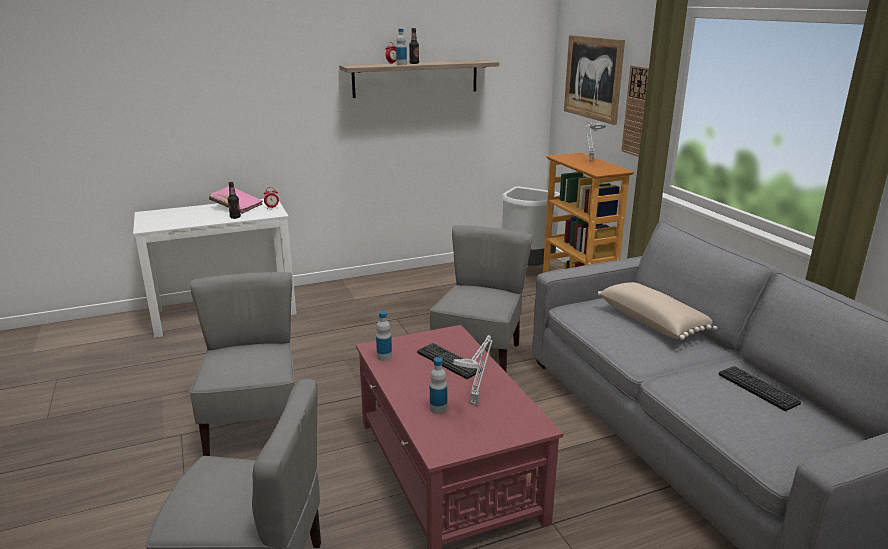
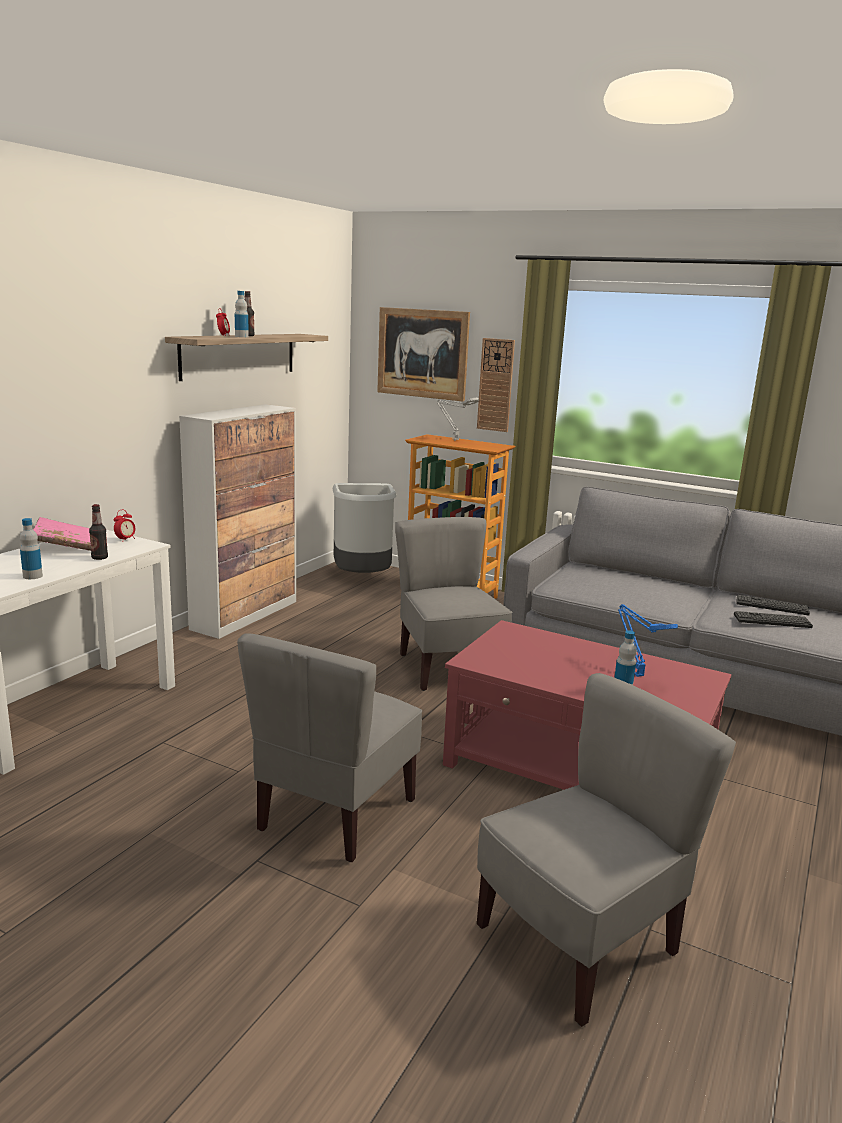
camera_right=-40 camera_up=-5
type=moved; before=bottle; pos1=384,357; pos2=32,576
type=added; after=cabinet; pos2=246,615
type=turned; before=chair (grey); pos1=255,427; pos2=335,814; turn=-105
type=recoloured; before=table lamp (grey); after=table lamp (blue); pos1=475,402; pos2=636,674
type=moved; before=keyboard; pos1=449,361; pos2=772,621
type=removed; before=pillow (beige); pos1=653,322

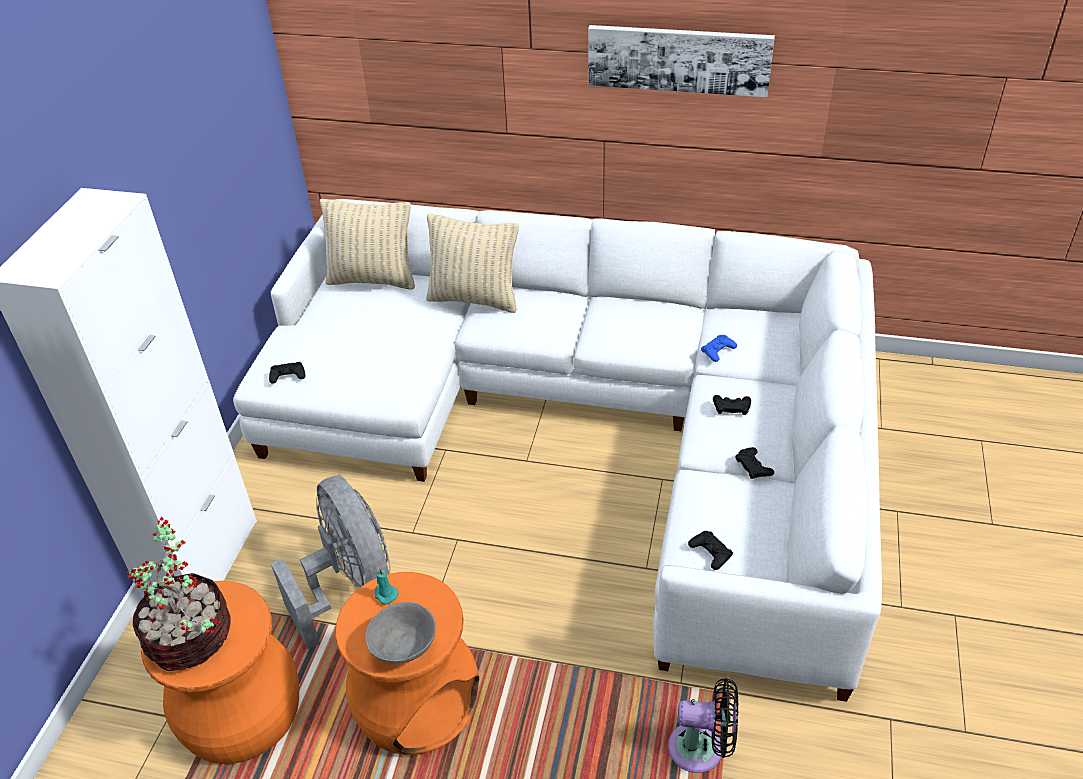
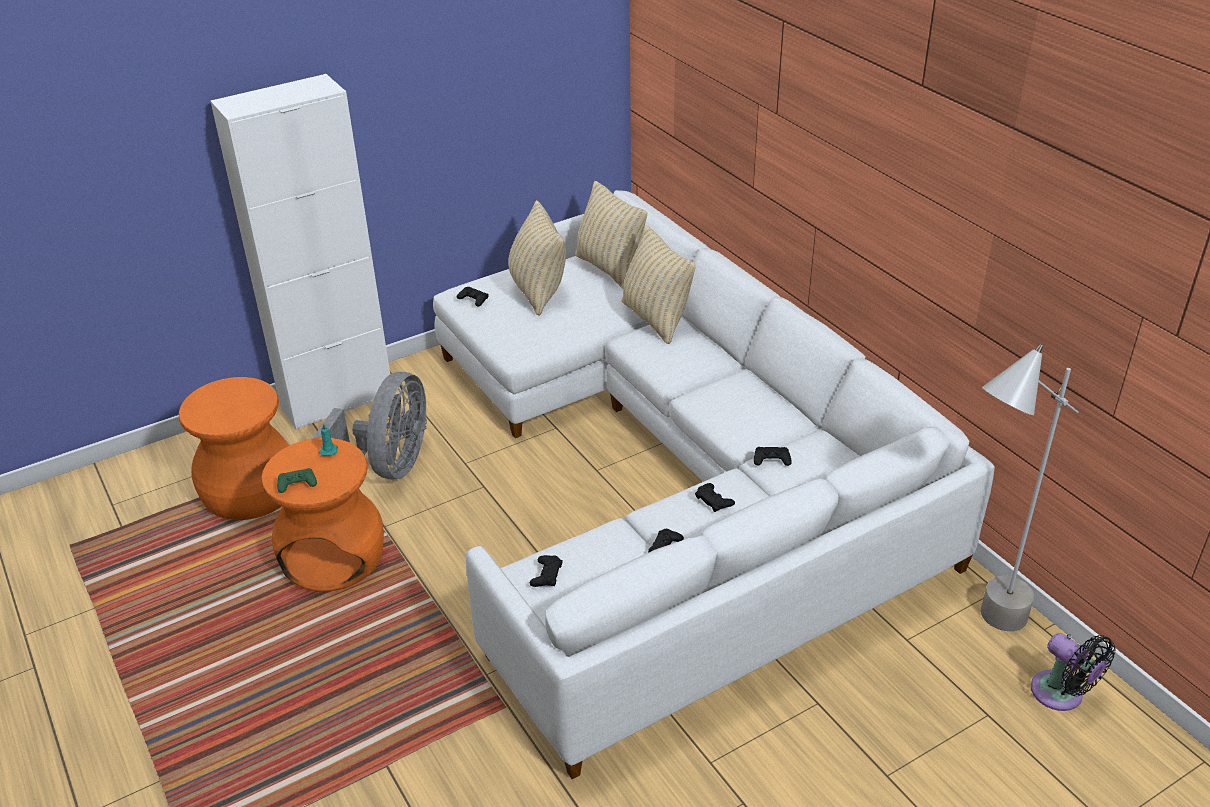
camera_right=45 camera_up=-5
type=replaced; before=bowl (grey); after=game controller (green); pos1=404,646; pos2=297,483
type=added; after=pillow (beige); pos2=538,291
type=recoloured; before=game controller (blue); after=game controller (black); pos1=718,351; pos2=771,459
type=added; after=floor lamp (grey); pos2=979,632
type=moved; before=fan (black); pos1=702,749; pos2=1061,695
type=removed; before=potted plant; pos1=192,638
type=removed; before=picture; pos1=679,59

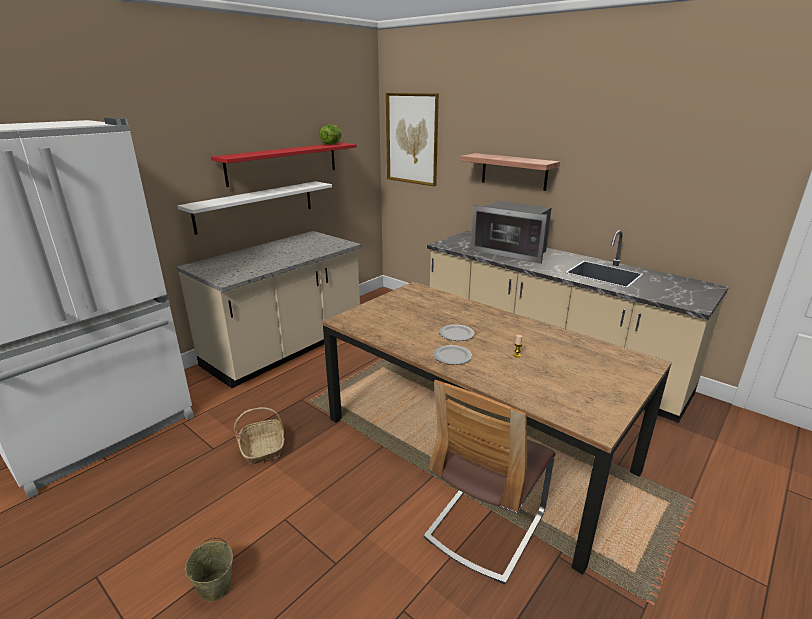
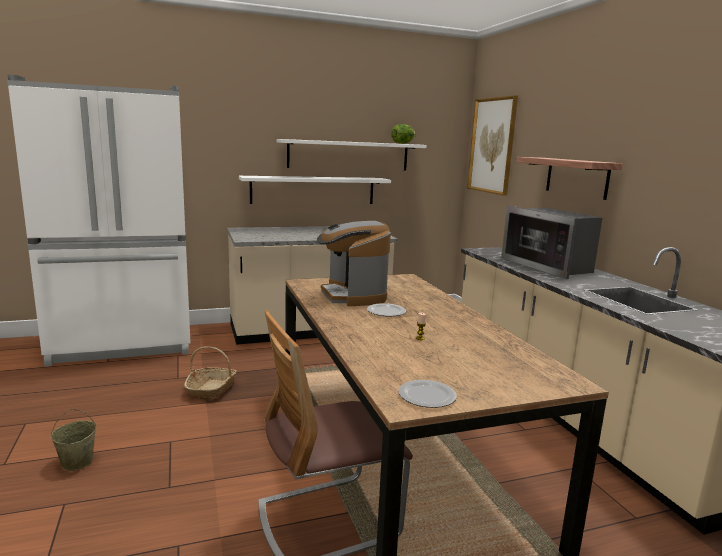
camera_right=30 camera_up=-10
type=recoloured; before=shelf (red); after=shelf (white); pos1=283,163; pos2=349,155
type=added; after=coffee machine; pos2=352,295
type=moved; before=plate; pos1=452,357; pos2=427,396

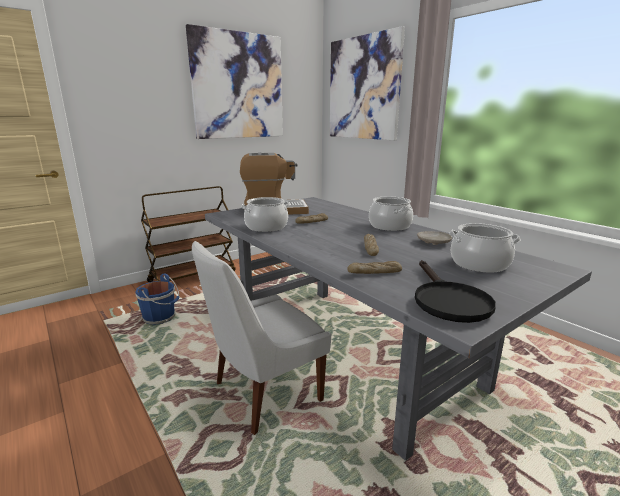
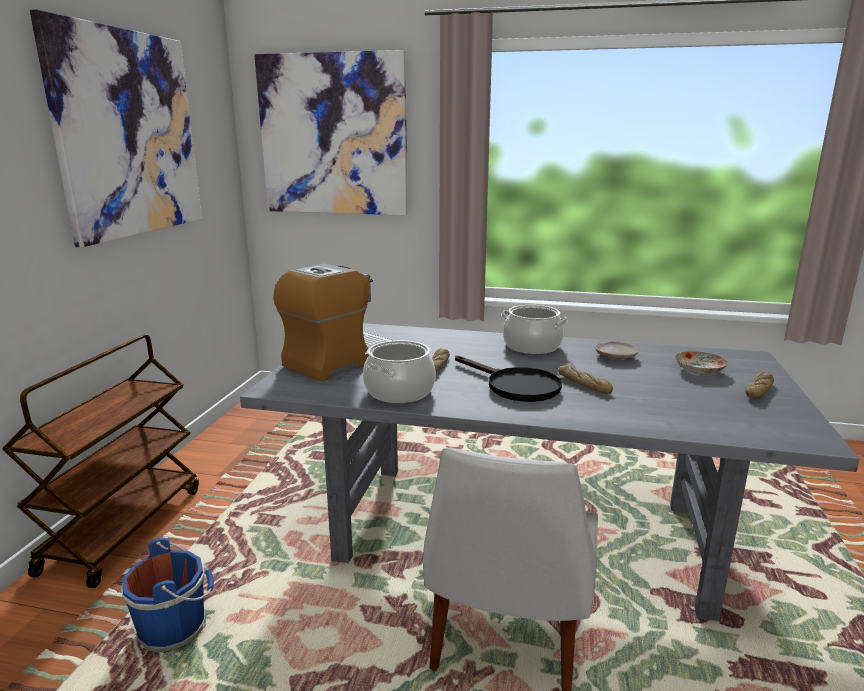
camera_right=-40 camera_up=0
type=moved; before=frying pan (black); pos1=447,300; pos2=515,386
type=replaced; before=cooking pot; after=plate; pos1=479,264; pos2=699,371
type=moved; before=bread; pos1=374,272; pos2=758,390

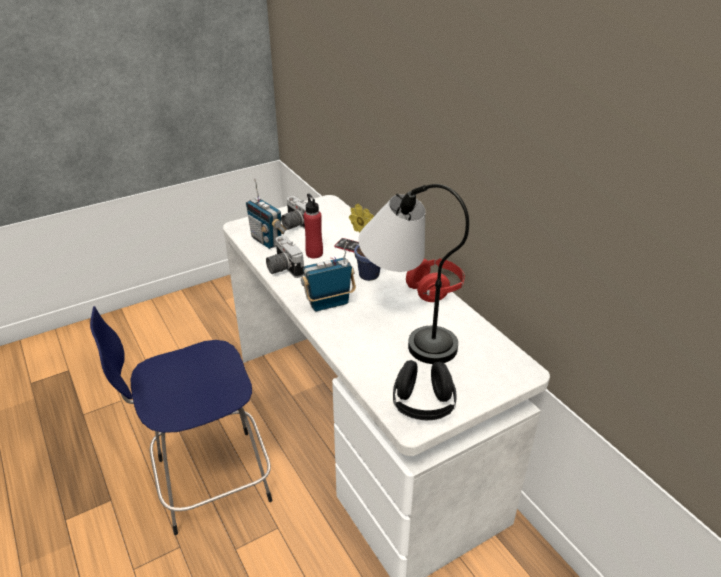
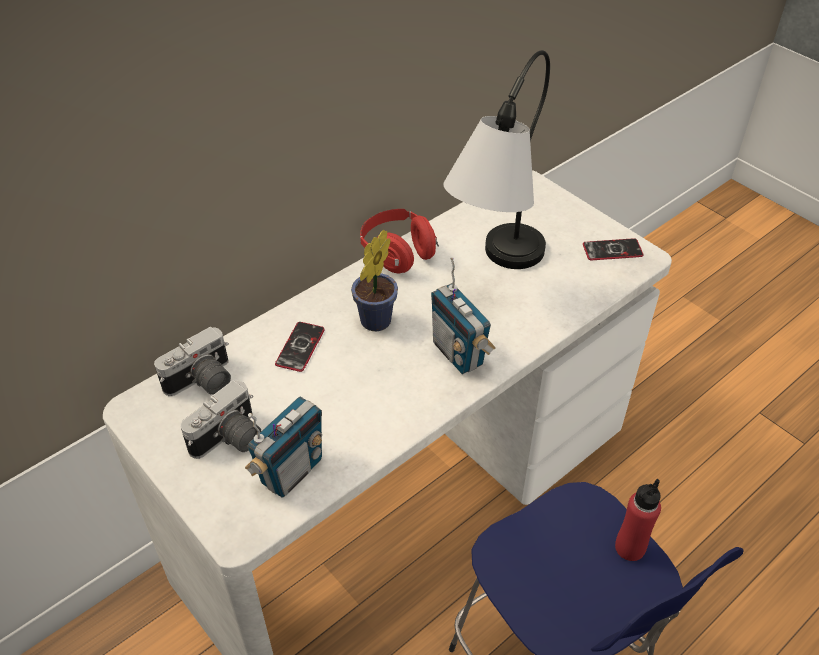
camera_right=-100 camera_up=10
type=moved; before=photo camera; pos1=282,268; pos2=202,382
type=replaced; before=headphones (black); after=phone; pos1=423,405; pos2=612,250
type=moved; before=bottle (red); pos1=314,253; pos2=629,547

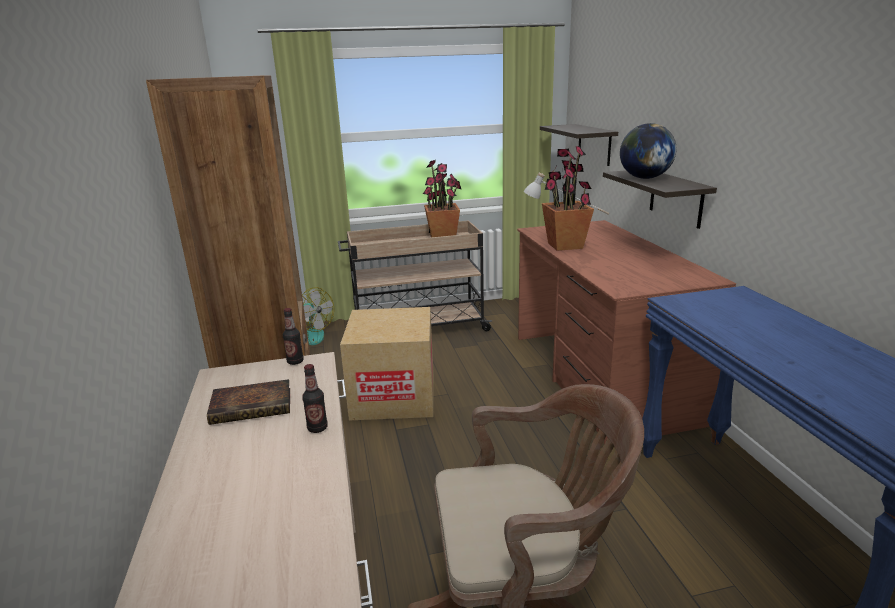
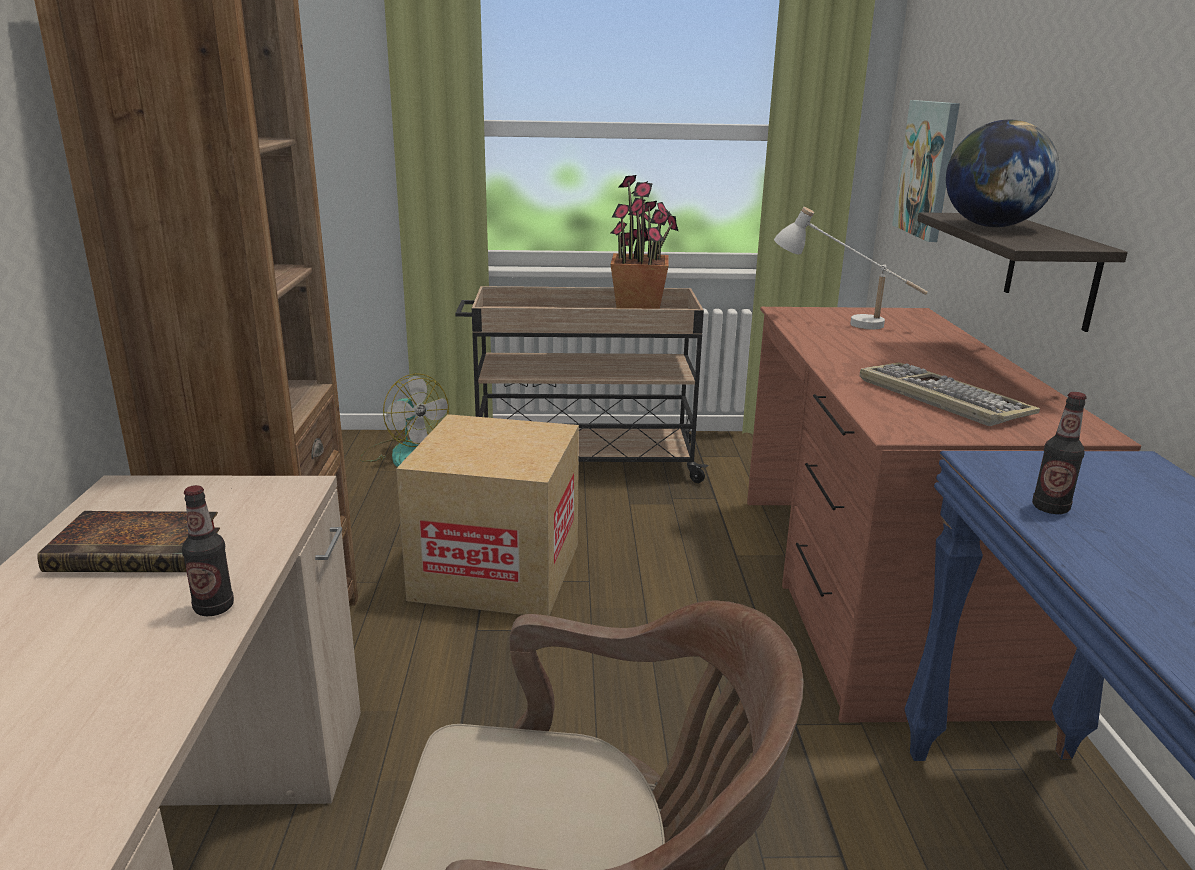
camera_right=10 camera_up=0
type=added; after=keyboard; pos2=939,397
type=replaced; before=shelf; after=picture; pos1=594,144; pos2=927,169
type=moved; before=bottle; pos1=295,361; pos2=1050,508
type=removed; before=potted plant; pos1=564,246

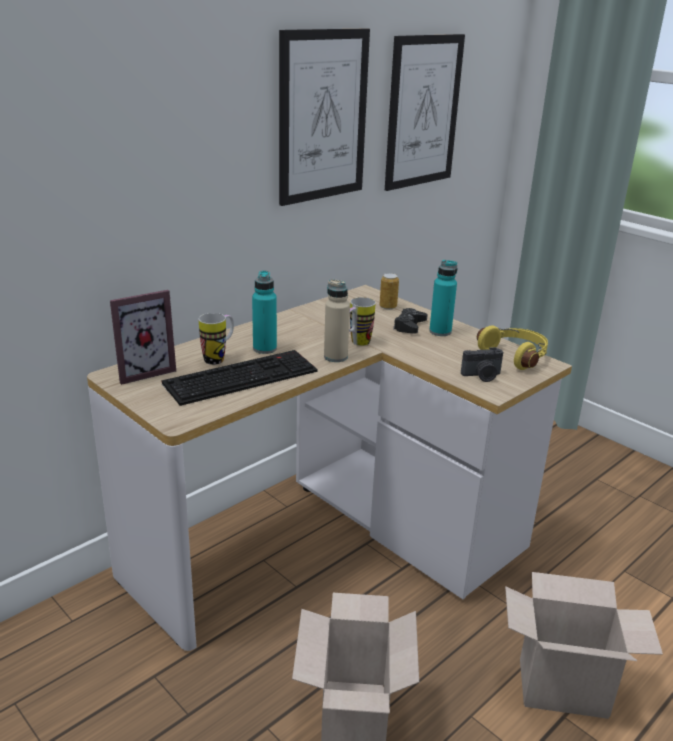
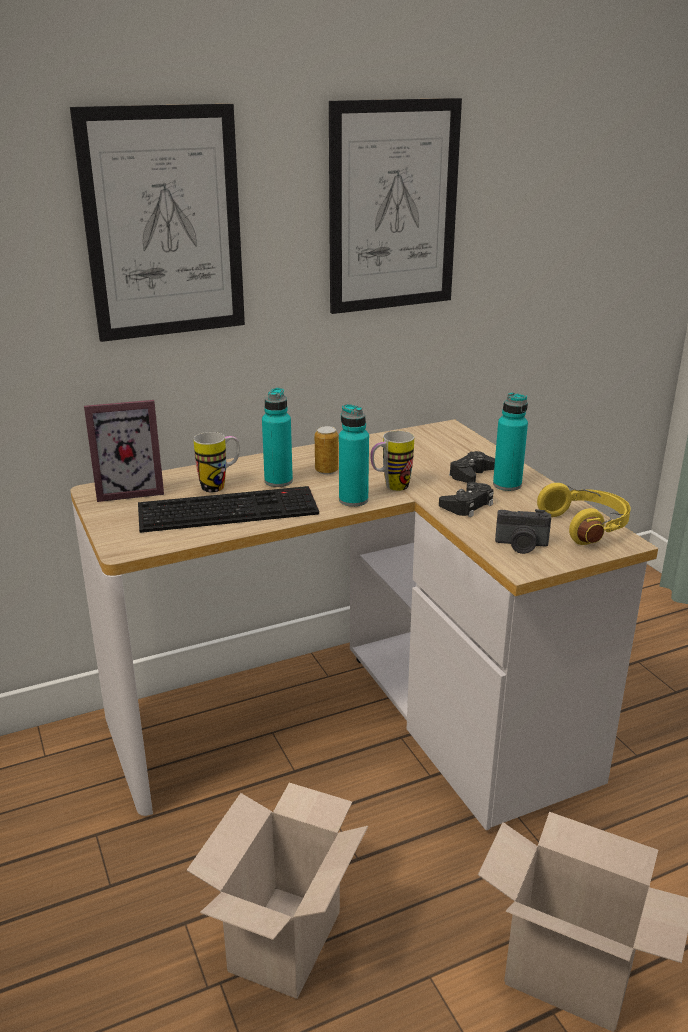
camera_right=20 camera_up=0
type=moved; before=picture; pos1=423,112; pos2=164,224
type=moved; before=can; pos1=388,307; pos2=326,470
type=recoloured; before=bottle (beige); after=bottle (turquoise); pos1=335,357; pos2=353,500
type=added; after=game controller (black); pos2=467,505

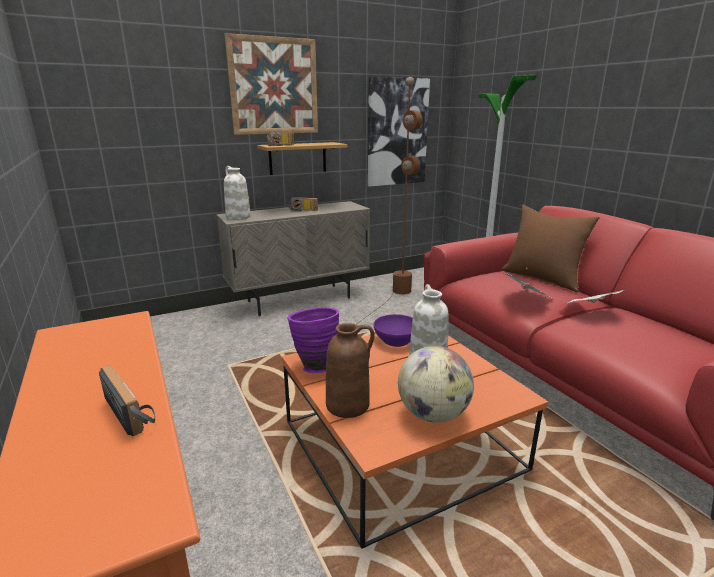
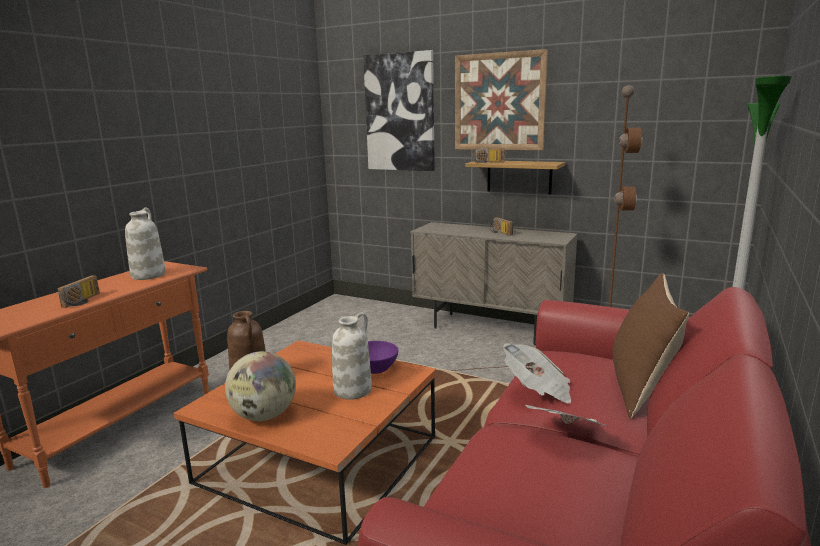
camera_right=55 camera_up=-5
type=moved; before=vase (white); pos1=237,217; pos2=148,275
type=moved; before=picture; pos1=397,132; pos2=400,113
type=removed; before=vase (purple); pos1=314,365

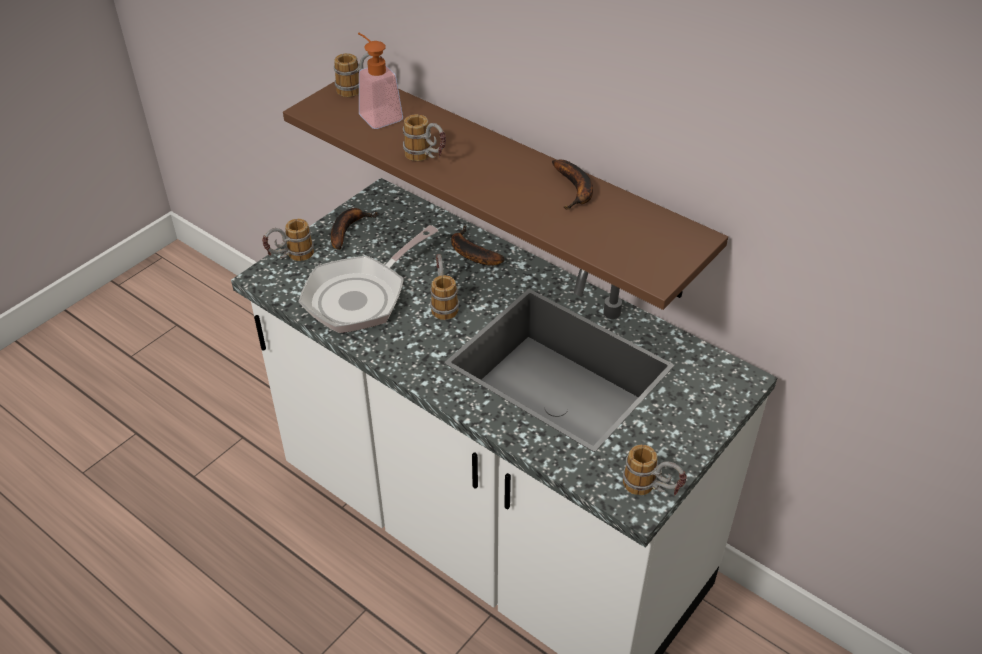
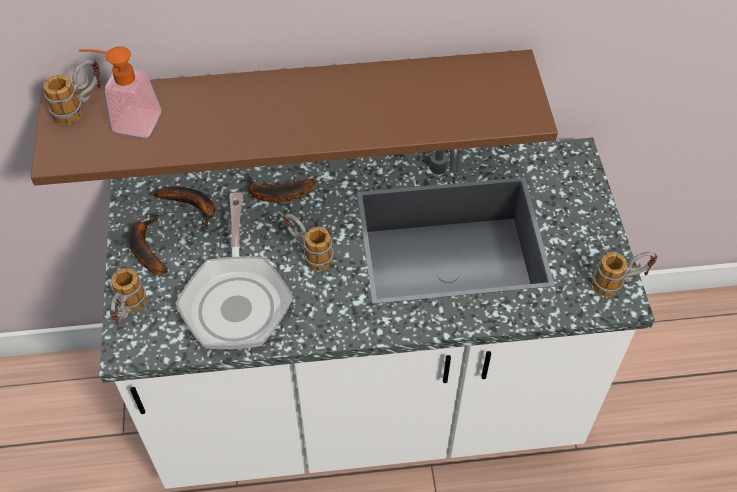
camera_right=-45 camera_up=10
type=moved; before=banana; pos1=575,190; pos2=193,206
type=removed; before=mug; pos1=427,159

